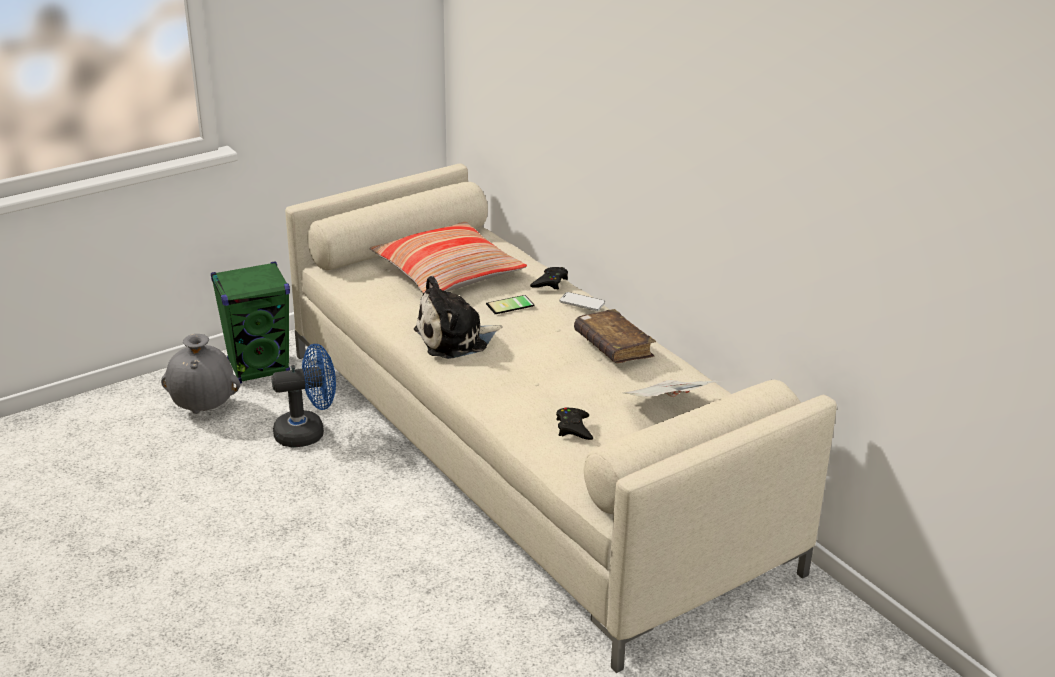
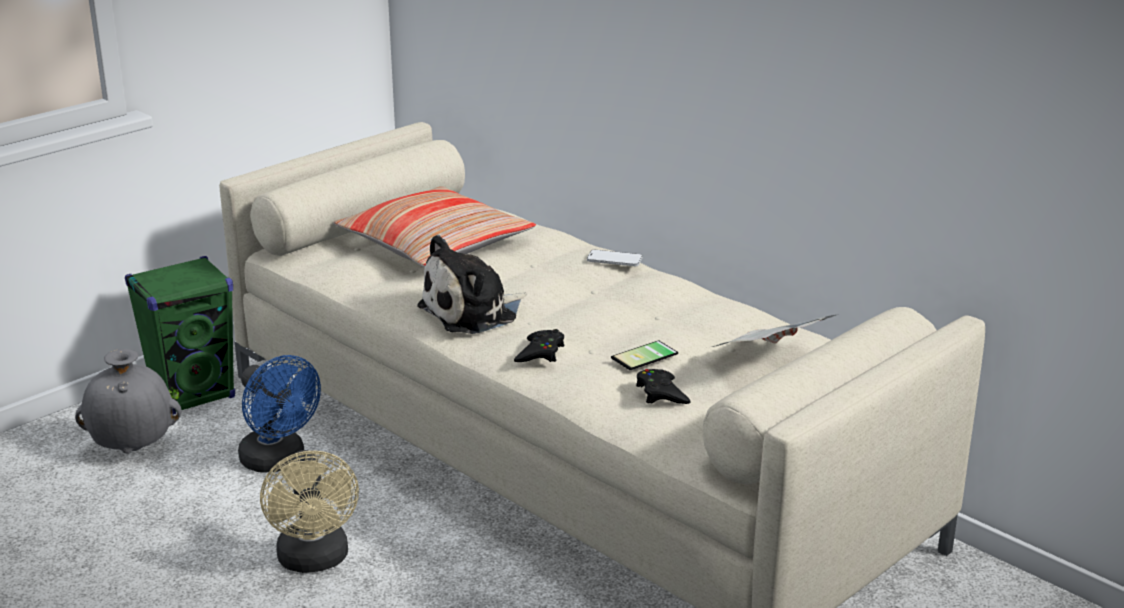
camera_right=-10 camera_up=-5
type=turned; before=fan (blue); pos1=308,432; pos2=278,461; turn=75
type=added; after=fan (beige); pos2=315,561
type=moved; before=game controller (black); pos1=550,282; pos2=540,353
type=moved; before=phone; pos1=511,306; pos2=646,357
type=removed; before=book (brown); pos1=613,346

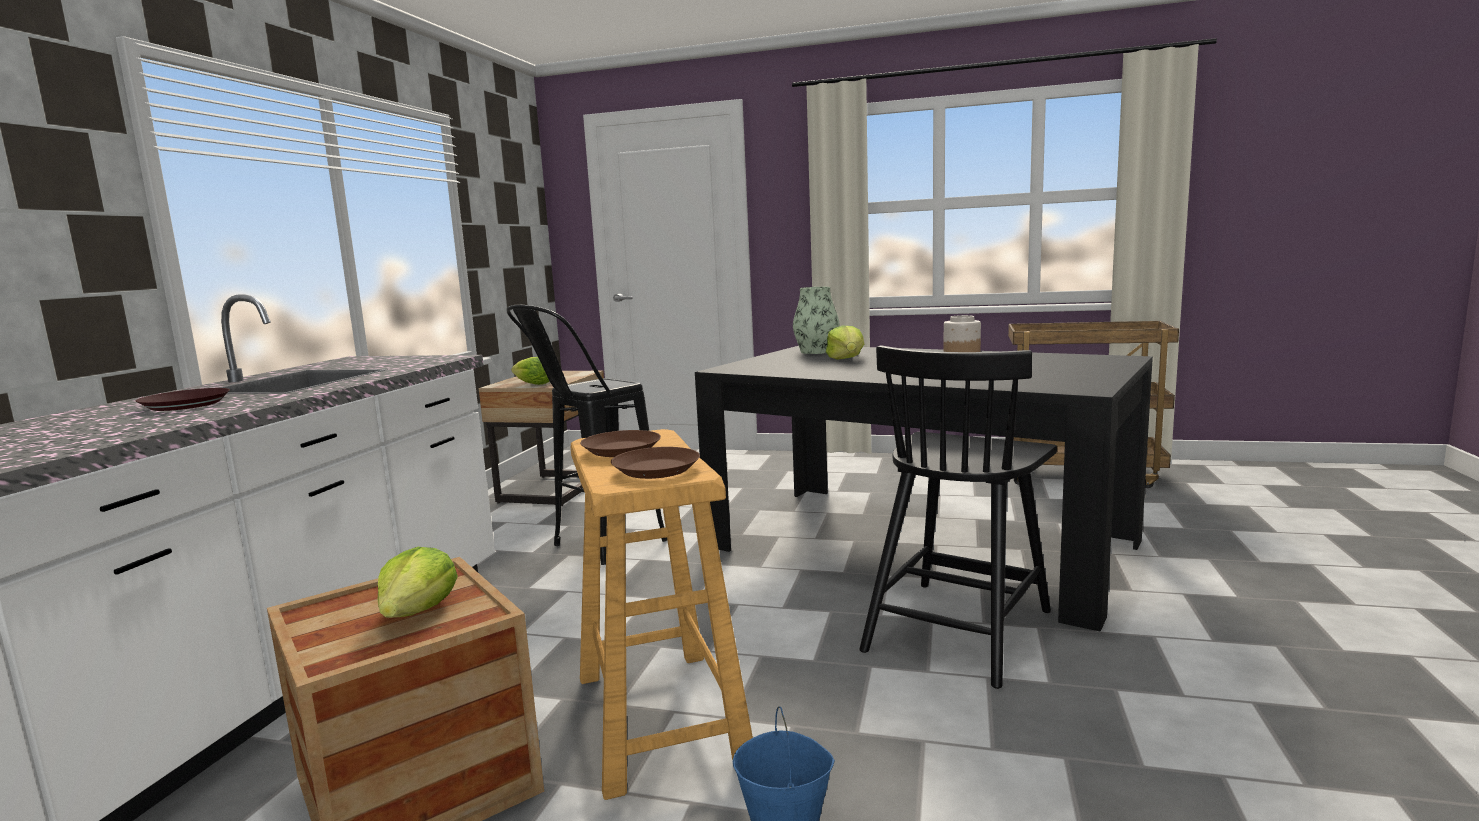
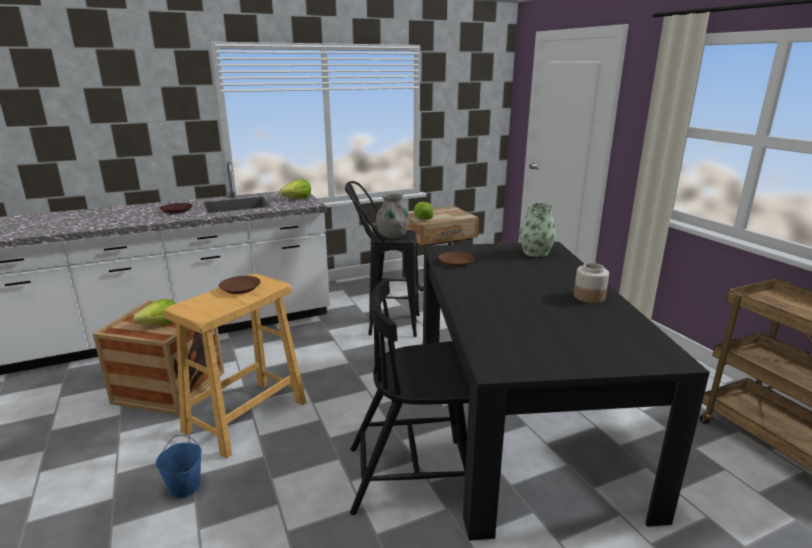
camera_right=50 camera_up=10
type=moved; before=lettuce; pos1=846,359; pos2=297,199
type=added; after=vase (grey); pos2=392,236
type=moved; before=plate (brown); pos1=655,469; pos2=456,262

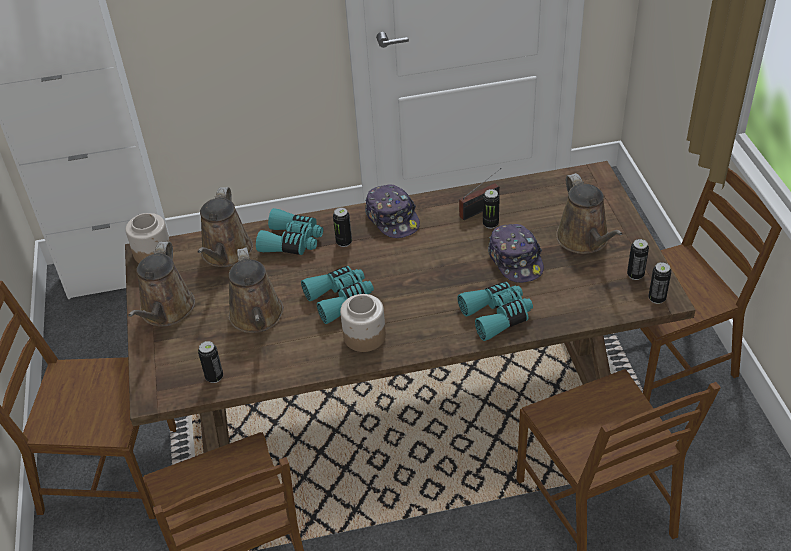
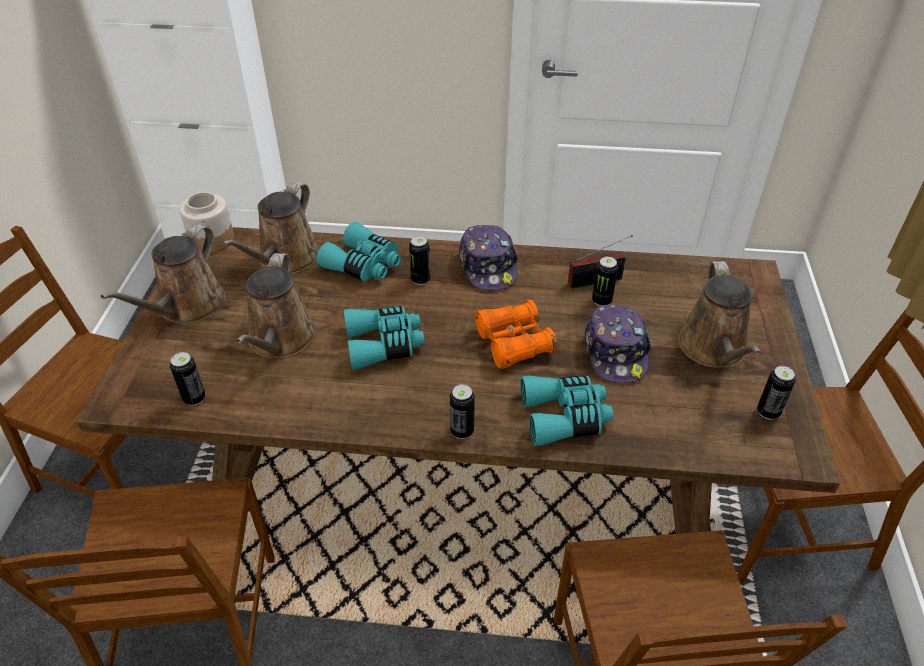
camera_right=15 camera_up=0
type=moved; before=can; pos1=657,298; pos2=462,431
type=added; after=binoculars (orange); pos2=514,343
type=removed; before=jar; pos1=364,336

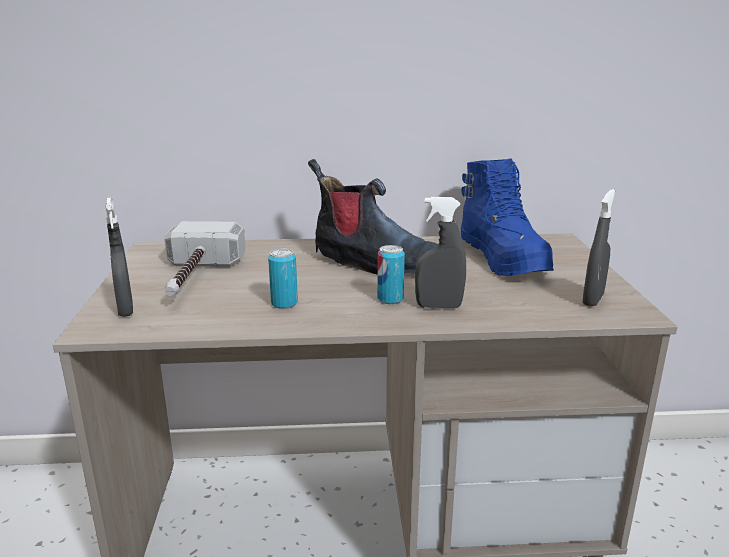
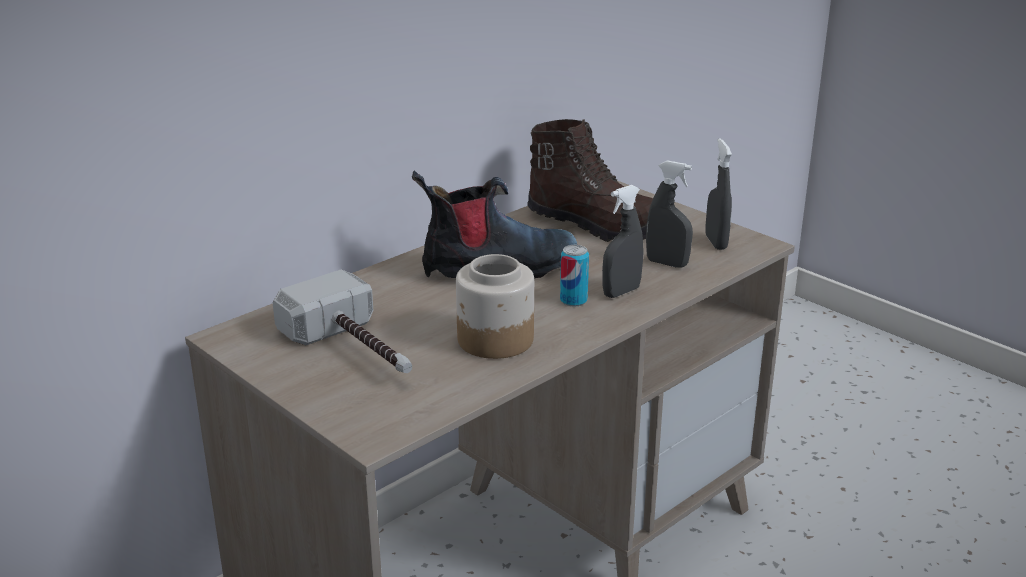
camera_right=-40 camera_up=5
type=replaced; before=can; after=jar; pos1=284,303; pos2=495,340
type=recoloured; before=boot (blue); after=boot (brown); pos1=504,259; pos2=596,225
type=moved; before=spray bottle (grey); pos1=126,310; pos2=667,263

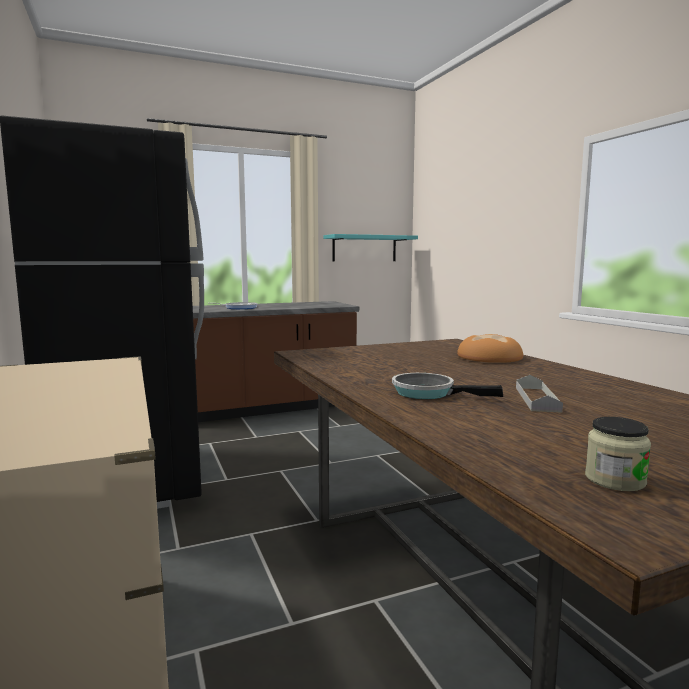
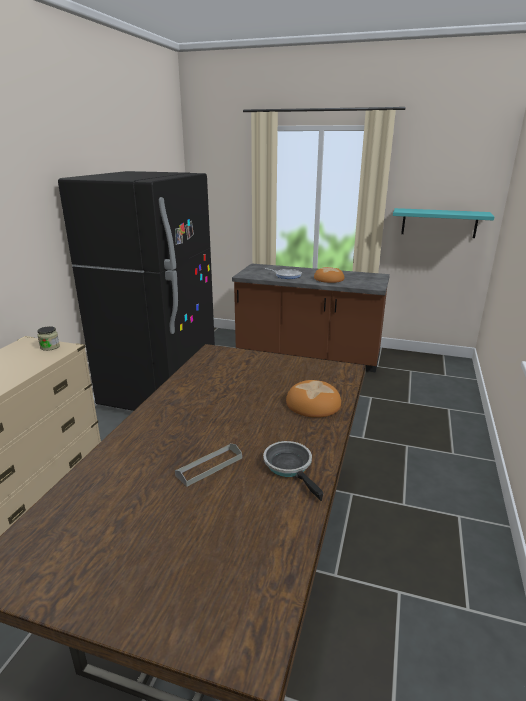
camera_right=40 camera_up=15
type=moved; before=jar; pos1=615,480; pos2=50,347
type=moved; before=frying pan; pos1=428,393; pos2=290,467
type=added; after=bread; pos2=329,279

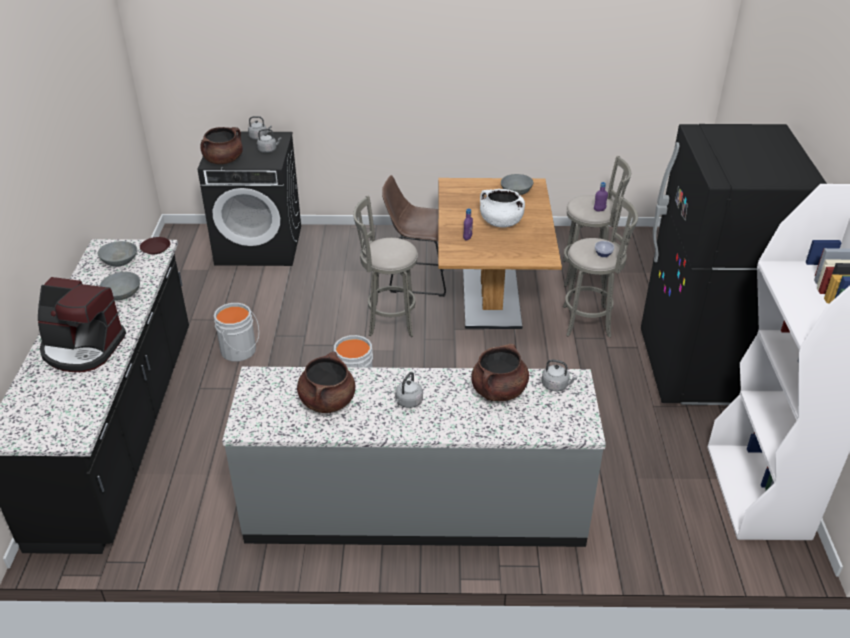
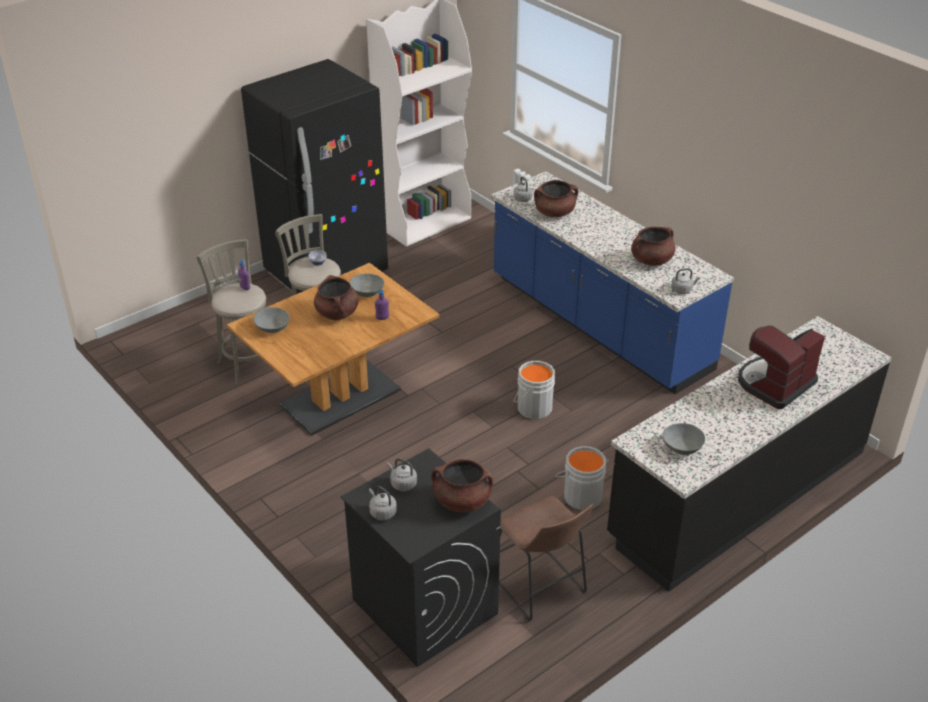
camera_right=-130 camera_up=0
type=recoloured; before=cooking pot (white); after=cooking pot (brown); pos1=501,222; pos2=337,313
type=moved; before=bowl (grey); pos1=122,294; pos2=367,293
type=recoloured; before=counter (grey); after=counter (blue); pos1=415,506; pos2=598,324
type=moved; before=stool (brown); pos1=416,278; pos2=540,588
type=moved; before=kettle (grey); pos1=408,402; pos2=682,290
type=turned; before=coffee machine; pos1=82,348; pos2=774,384; turn=-105
type=removed; before=plate (brown); pos1=156,248
type=removed; before=stool (grey); pos1=388,321

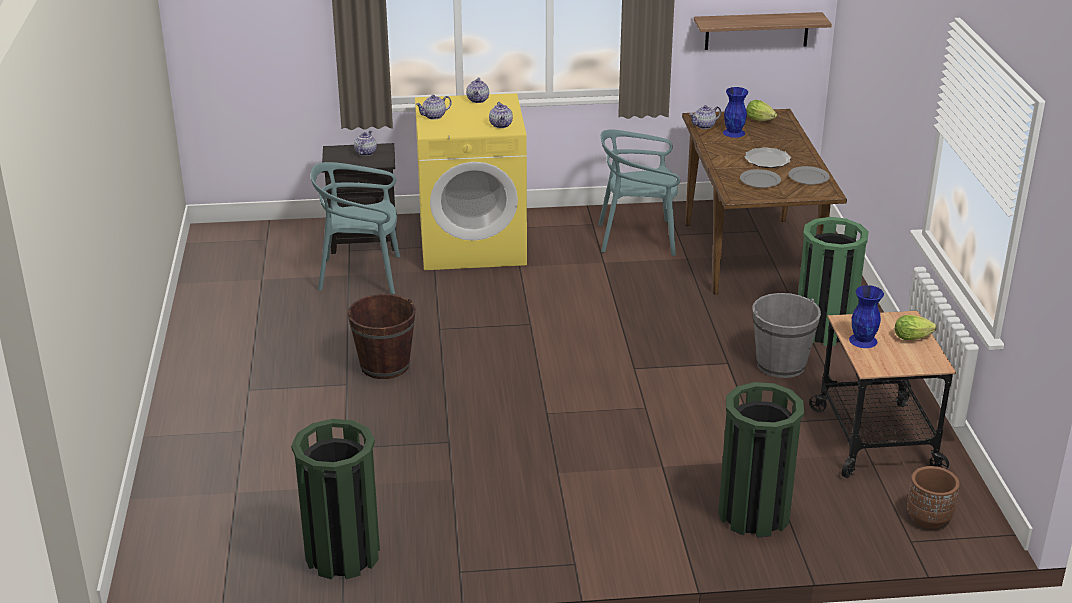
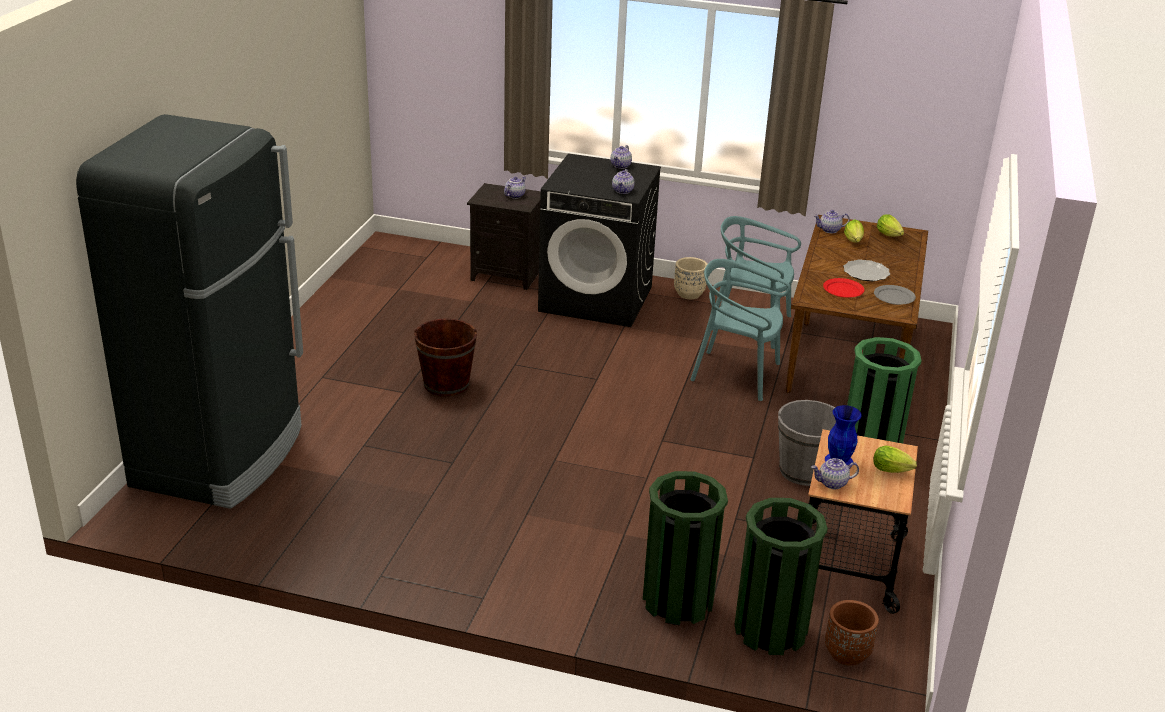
camera_right=20 camera_up=0
type=added; after=fridge (black); pos2=221,456
type=recoloured; before=washing machine (yellow); after=washing machine (black); pos1=473,244; pos2=596,299
type=added; after=planter (beige); pos2=689,294
type=moved; before=chair (turquoise); pos1=361,275; pos2=736,374
type=moved; before=trash can (green); pos1=342,555; pos2=770,629
type=moved; before=teapot; pos1=434,116; pos2=832,483
type=recoloured; before=plate (grey); after=plate (red); pos1=760,180; pos2=843,290
type=replaced; before=vase (blue); after=lettuce; pos1=734,132; pos2=854,241
type=removed; before=shelf; pos1=756,31

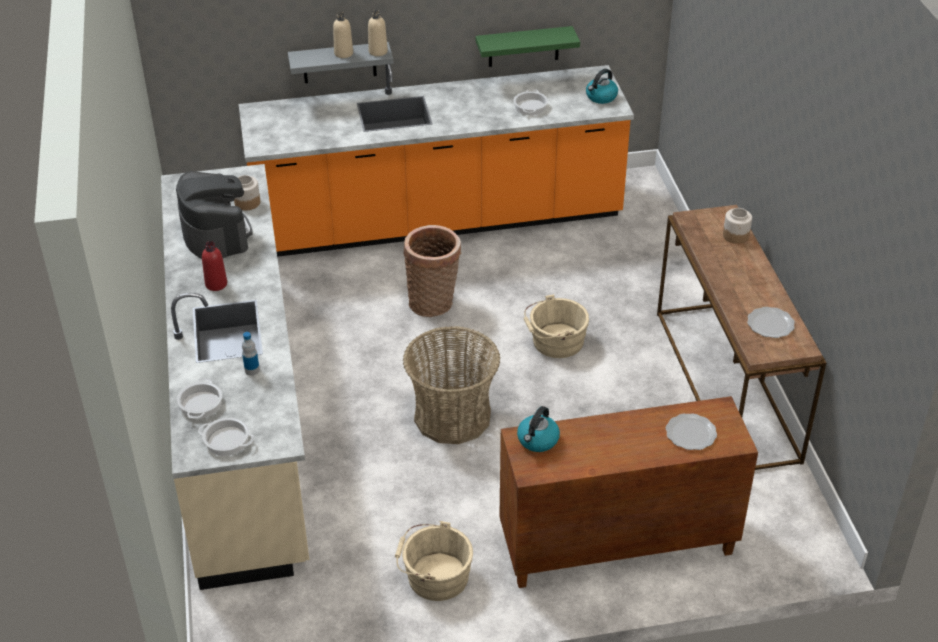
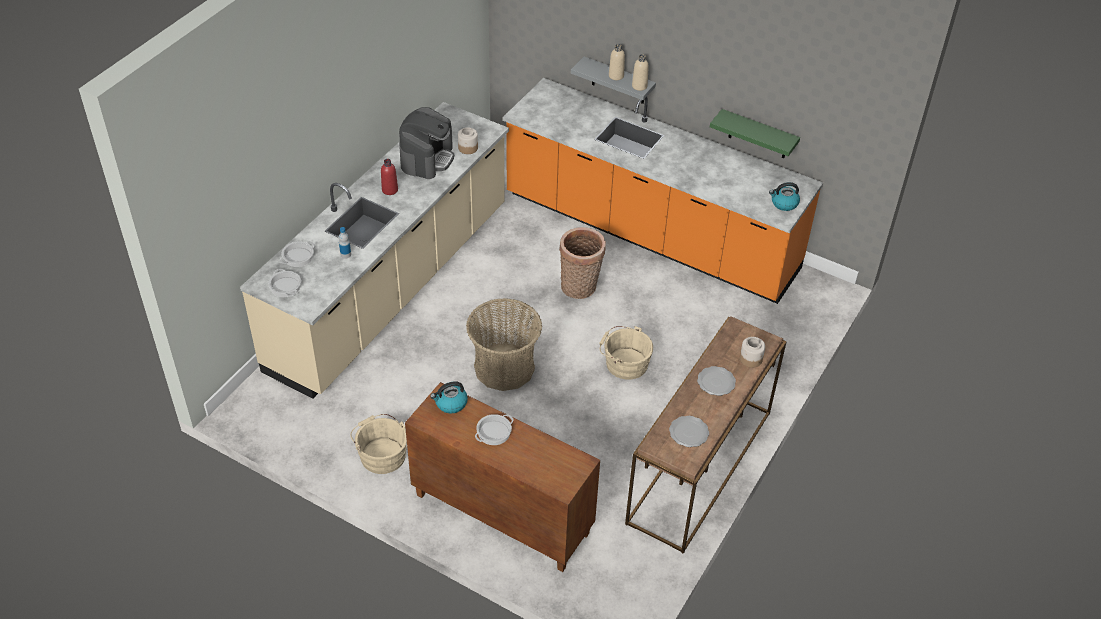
camera_right=40 camera_up=5
type=moved; before=cooking pot; pos1=530,107; pos2=494,433
type=moved; before=plate; pos1=691,433; pos2=716,382

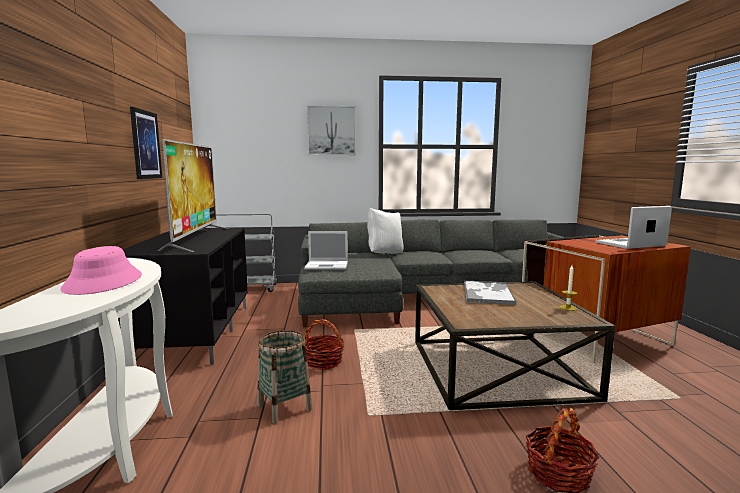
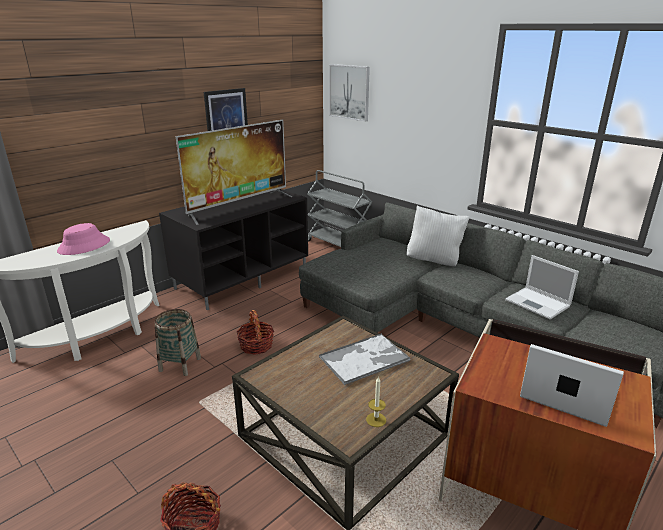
camera_right=50 camera_up=15
type=moved; before=picture; pos1=331,131; pos2=349,92
type=moved; before=laptop; pos1=327,265; pos2=538,303

